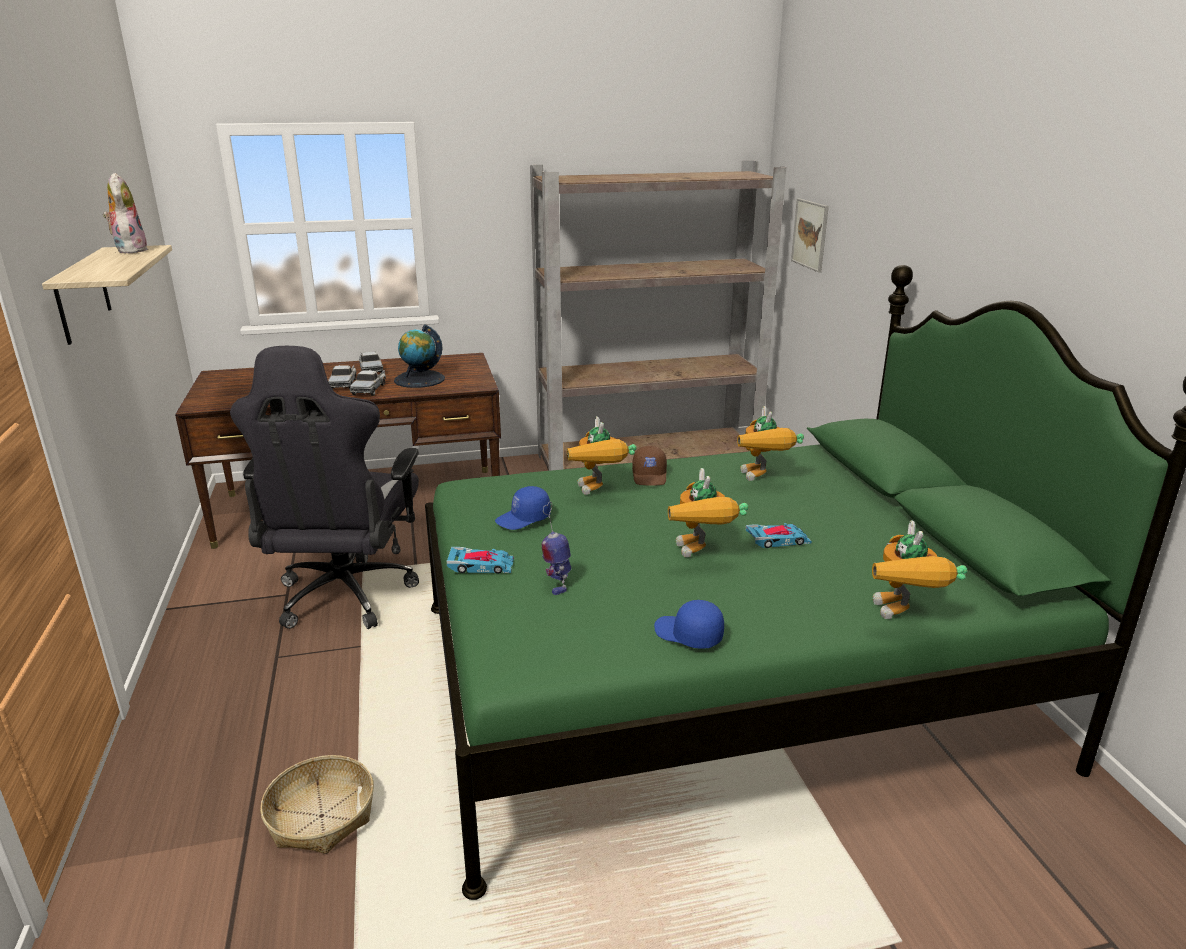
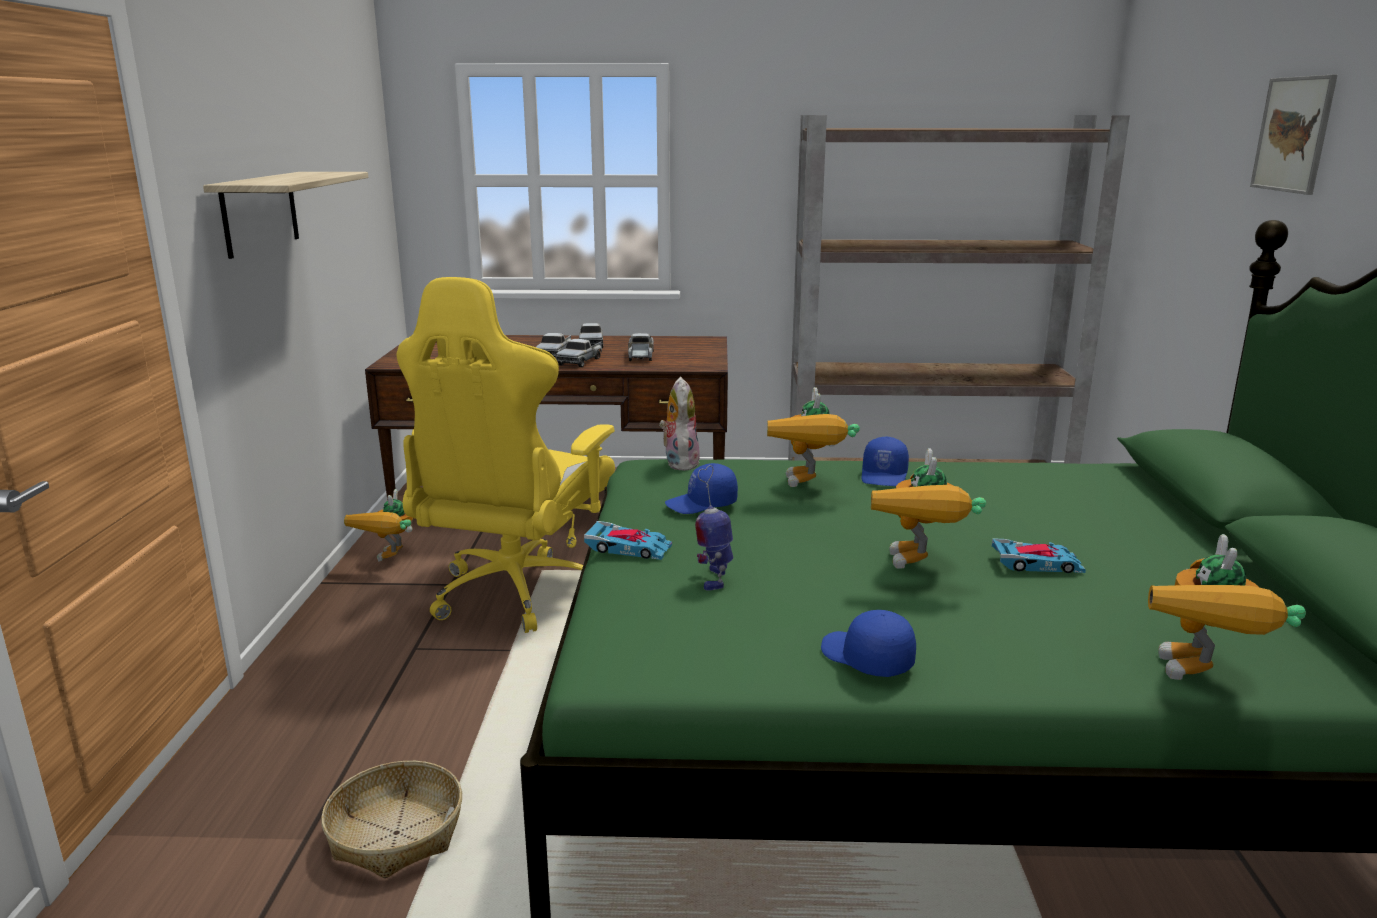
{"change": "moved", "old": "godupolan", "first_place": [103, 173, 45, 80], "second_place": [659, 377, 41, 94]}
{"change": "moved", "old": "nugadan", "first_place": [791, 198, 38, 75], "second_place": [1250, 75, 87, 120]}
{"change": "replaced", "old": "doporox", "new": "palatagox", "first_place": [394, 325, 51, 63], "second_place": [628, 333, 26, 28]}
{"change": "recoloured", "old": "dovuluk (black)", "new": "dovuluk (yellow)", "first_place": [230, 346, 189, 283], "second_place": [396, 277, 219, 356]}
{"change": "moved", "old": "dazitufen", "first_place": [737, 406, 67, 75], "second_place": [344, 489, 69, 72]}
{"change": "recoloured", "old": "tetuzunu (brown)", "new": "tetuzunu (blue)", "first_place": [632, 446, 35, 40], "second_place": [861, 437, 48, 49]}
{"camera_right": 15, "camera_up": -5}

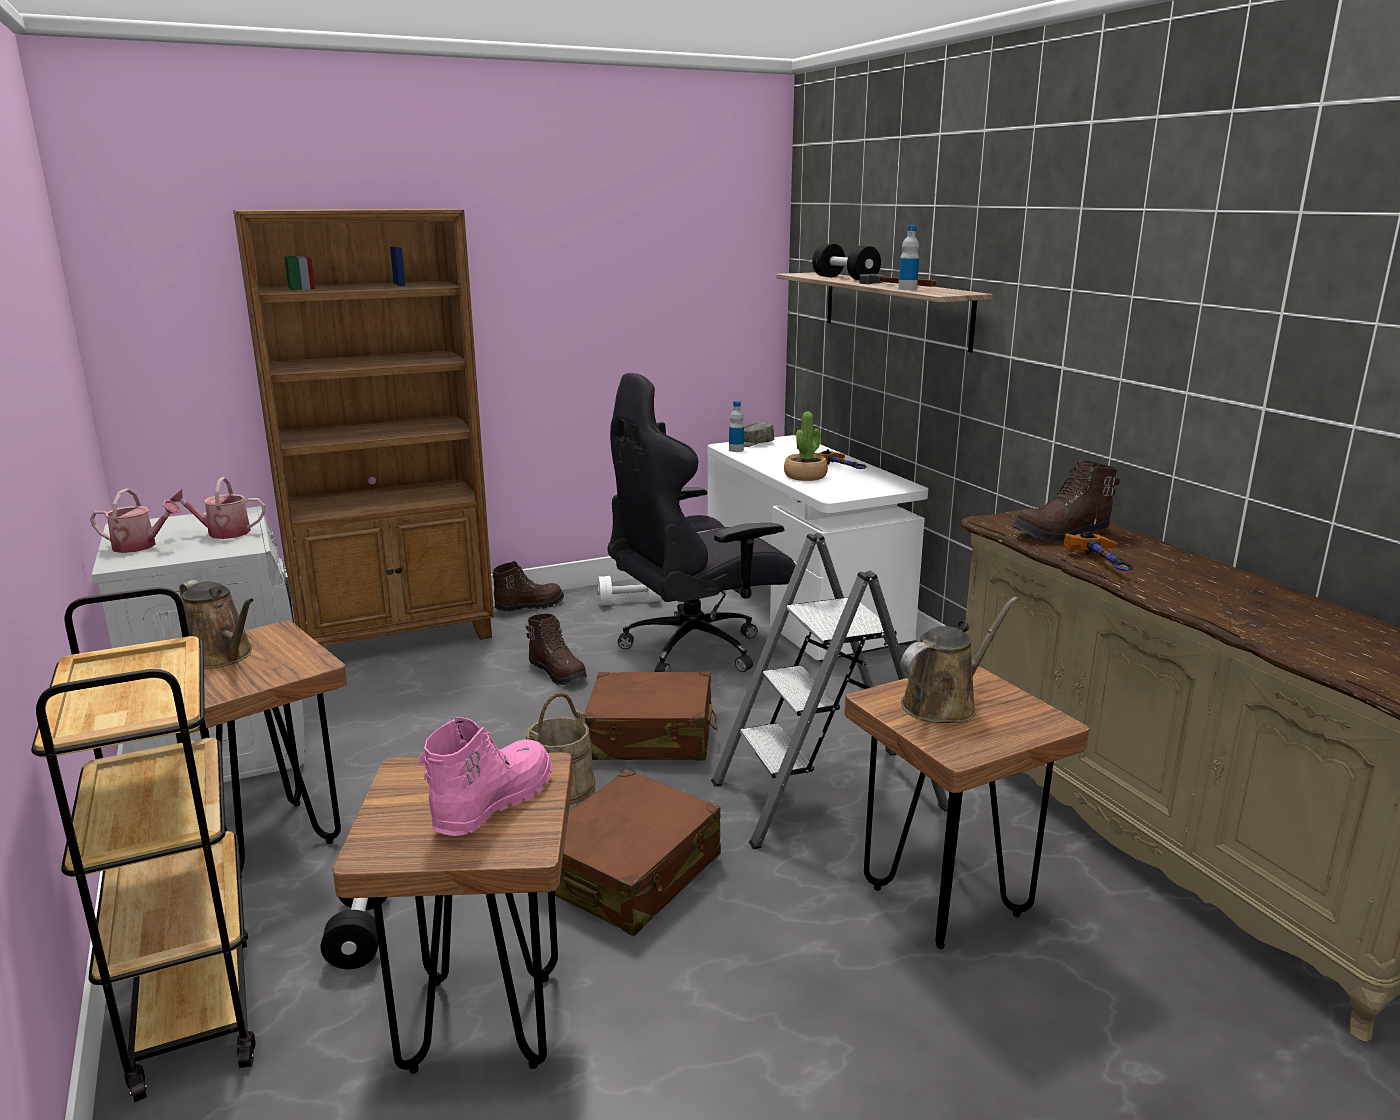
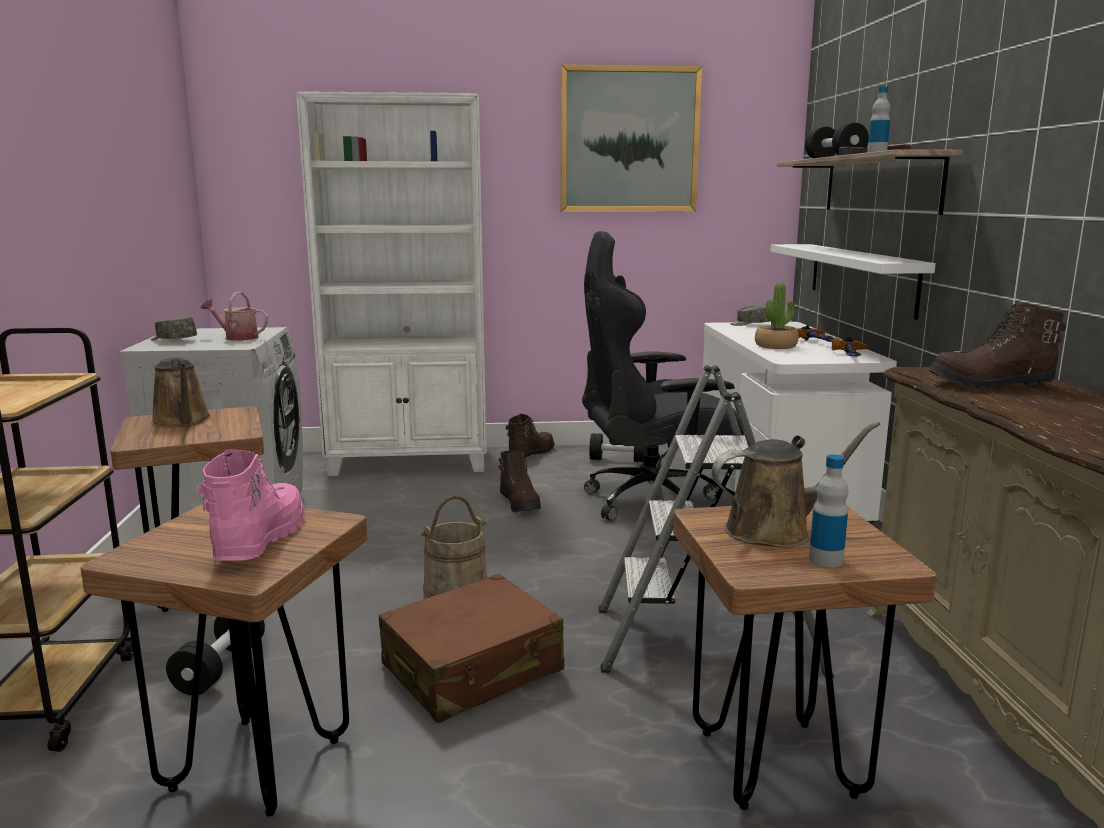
{"change": "recoloured", "old": "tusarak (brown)", "new": "tusarak (white)", "first_place": [233, 208, 261, 438], "second_place": [296, 91, 190, 385]}
{"change": "moved", "old": "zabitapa", "first_place": [729, 401, 15, 51], "second_place": [809, 454, 39, 113]}
{"change": "replaced", "old": "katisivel", "new": "tetuzunu (grey)", "first_place": [90, 489, 91, 64], "second_place": [151, 317, 46, 24]}
{"change": "moved", "old": "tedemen", "first_place": [1064, 531, 70, 40], "second_place": [832, 337, 35, 19]}
{"change": "turned", "old": "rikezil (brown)", "first_place": [492, 561, 72, 50], "second_place": [506, 414, 49, 44], "degrees": -45}
{"change": "recoloured", "old": "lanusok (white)", "new": "lanusok (black)", "first_place": [597, 576, 64, 29], "second_place": [589, 433, 57, 29]}
{"change": "removed", "old": "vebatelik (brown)", "first_place": [585, 671, 133, 89]}
{"change": "turned", "old": "rikezil (pink)", "first_place": [419, 717, 134, 119], "second_place": [197, 450, 108, 111], "degrees": -45}
{"change": "added", "new": "nugadan", "second_place": [560, 64, 142, 148]}
{"change": "added", "new": "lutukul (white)", "second_place": [770, 244, 166, 76]}
{"camera_right": 20, "camera_up": -5}

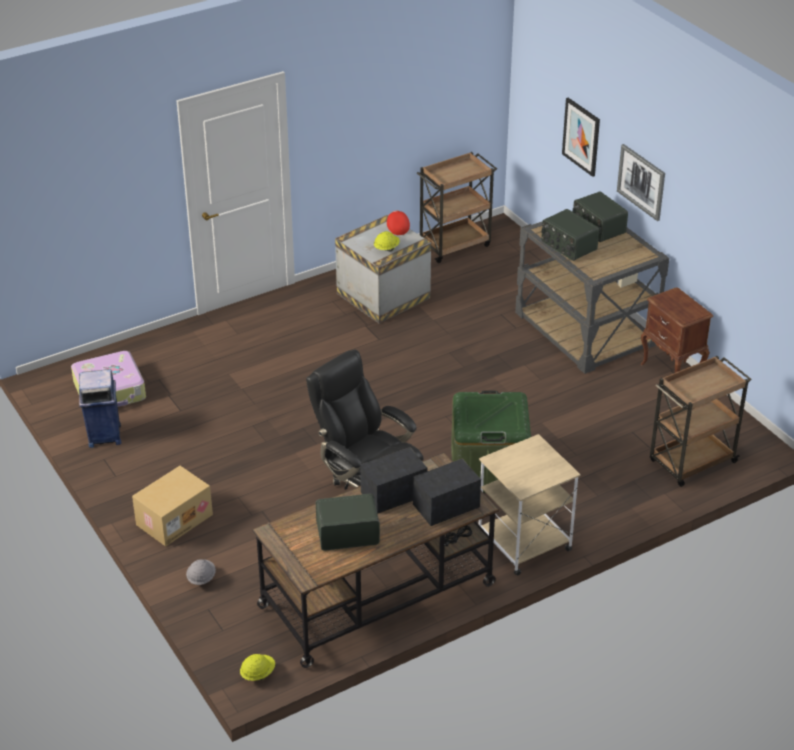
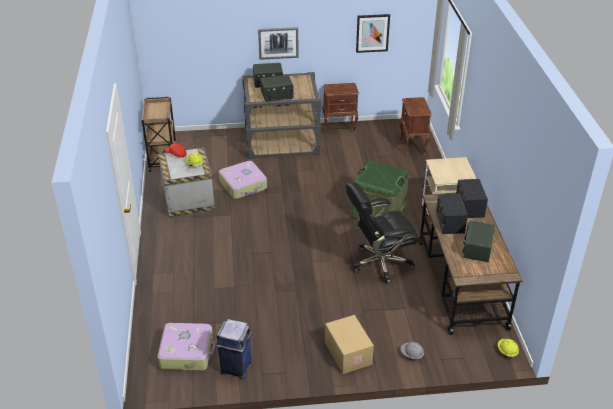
{"change": "moved", "old": "nugadan", "first_place": [562, 98, 38, 79], "second_place": [356, 14, 34, 39]}
{"change": "replaced", "old": "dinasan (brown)", "new": "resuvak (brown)", "first_place": [650, 356, 102, 131], "second_place": [399, 97, 33, 60]}
{"change": "added", "new": "vebatelik", "second_place": [219, 161, 48, 38]}
{"camera_right": -65, "camera_up": 0}

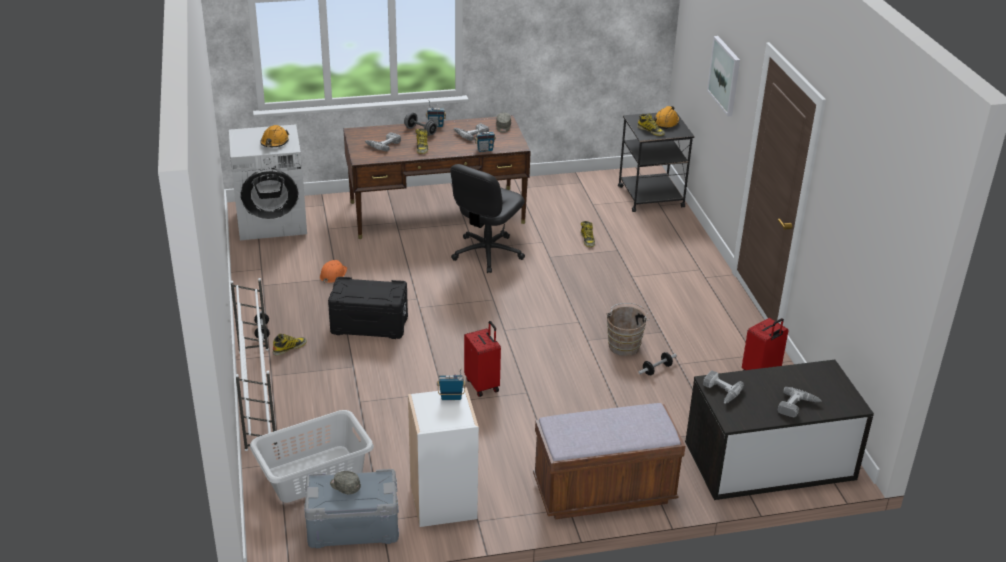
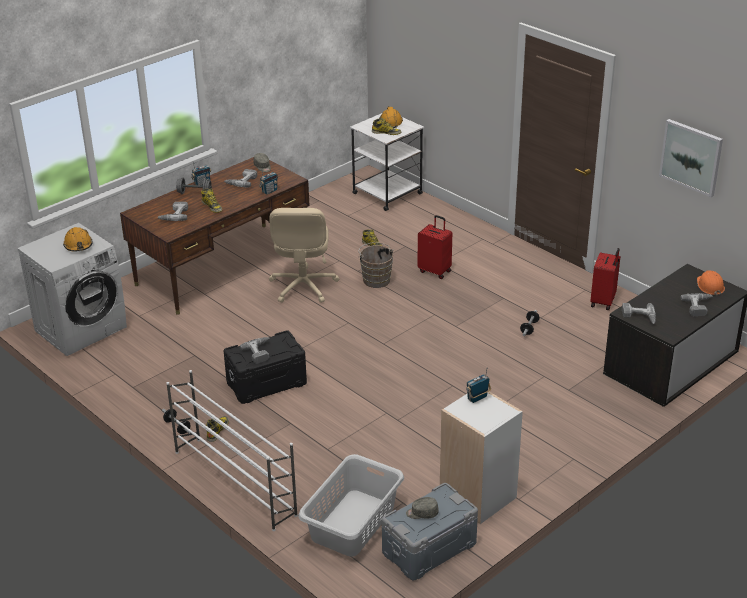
{"change": "moved", "old": "nugadan", "first_place": [707, 36, 33, 80], "second_place": [659, 119, 64, 78]}
{"change": "recoloured", "old": "dinasan (black)", "new": "dinasan (white)", "first_place": [618, 111, 76, 101], "second_place": [350, 113, 74, 98]}
{"change": "recoloured", "old": "dovuluk (black)", "new": "dovuluk (beige)", "first_place": [450, 164, 75, 109], "second_place": [269, 208, 70, 95]}
{"change": "moved", "old": "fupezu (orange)", "first_place": [320, 260, 27, 23], "second_place": [697, 270, 28, 26]}
{"change": "moved", "old": "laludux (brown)", "first_place": [606, 303, 44, 53], "second_place": [358, 242, 36, 46]}
{"change": "moved", "old": "vebatelik (red)", "first_place": [464, 321, 37, 76], "second_place": [418, 215, 34, 64]}
{"change": "removed", "old": "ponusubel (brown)", "first_place": [533, 403, 152, 116]}
{"change": "added", "new": "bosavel", "second_place": [240, 337, 29, 27]}
{"camera_right": -30, "camera_up": 0}

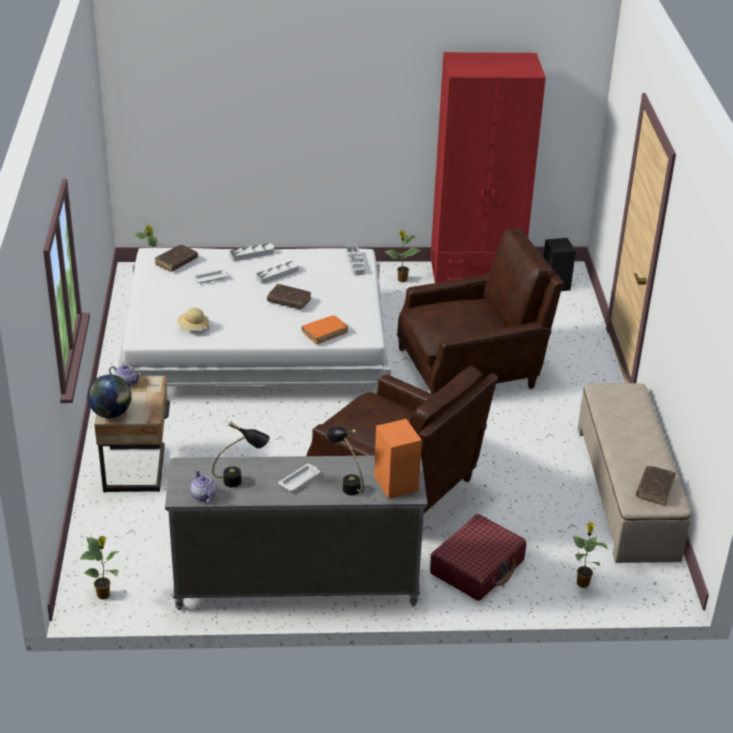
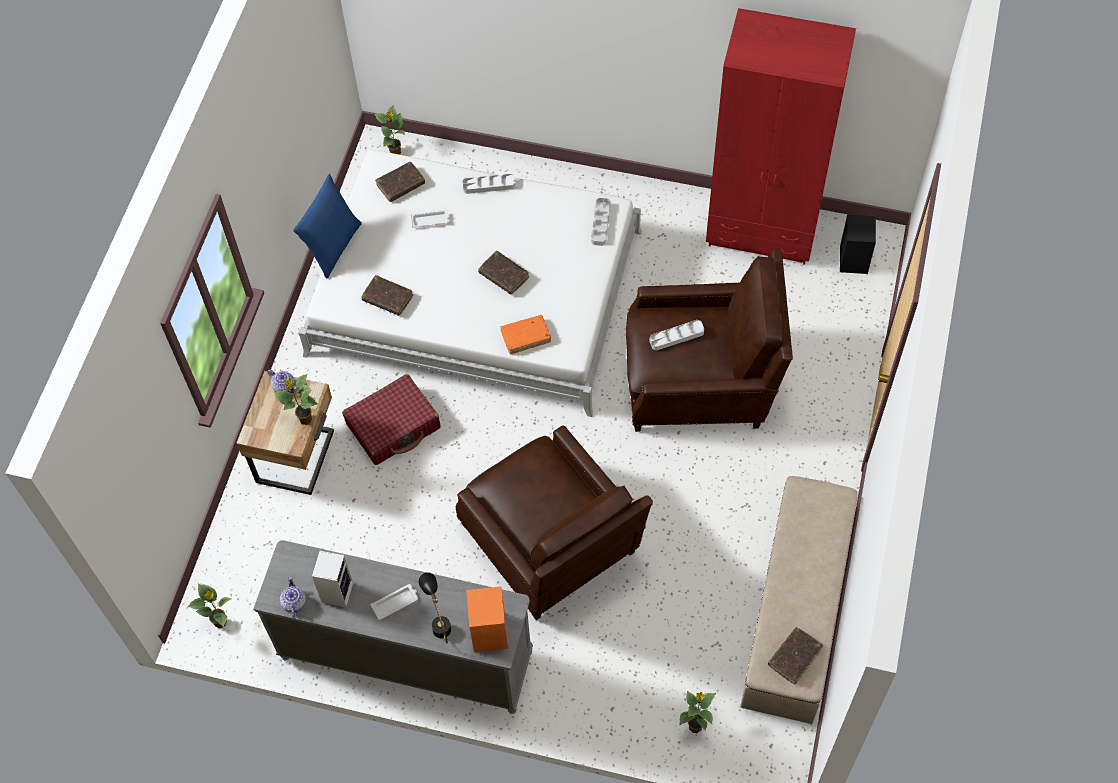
{"change": "moved", "old": "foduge", "first_place": [385, 230, 36, 52], "second_place": [274, 374, 44, 51]}
{"change": "moved", "old": "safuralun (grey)", "first_place": [256, 261, 43, 23], "second_place": [649, 320, 55, 30]}
{"change": "replaced", "old": "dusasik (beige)", "new": "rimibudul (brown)", "first_place": [177, 308, 32, 23], "second_place": [361, 275, 52, 41]}
{"change": "removed", "old": "doporox", "first_place": [87, 374, 45, 44]}
{"change": "replaced", "old": "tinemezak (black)", "new": "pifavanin", "first_place": [212, 422, 58, 65], "second_place": [312, 551, 42, 56]}
{"change": "moved", "old": "vebatelik (red)", "first_place": [430, 514, 96, 87], "second_place": [342, 374, 98, 91]}
{"change": "added", "new": "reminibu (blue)", "second_place": [293, 174, 69, 105]}
{"camera_right": 20, "camera_up": 25}

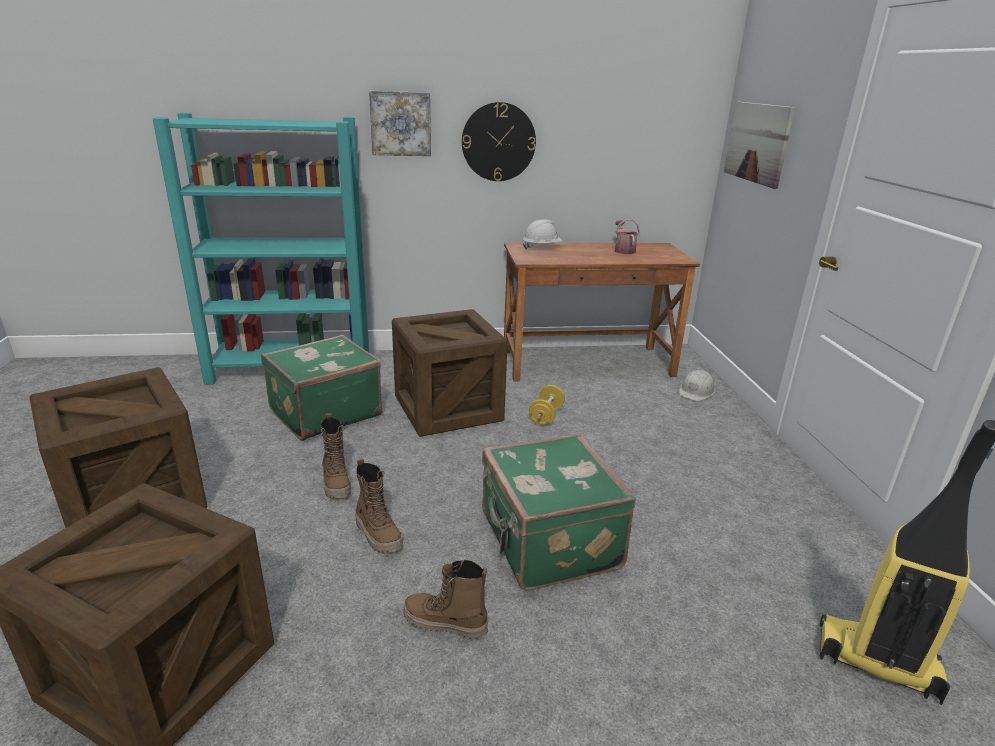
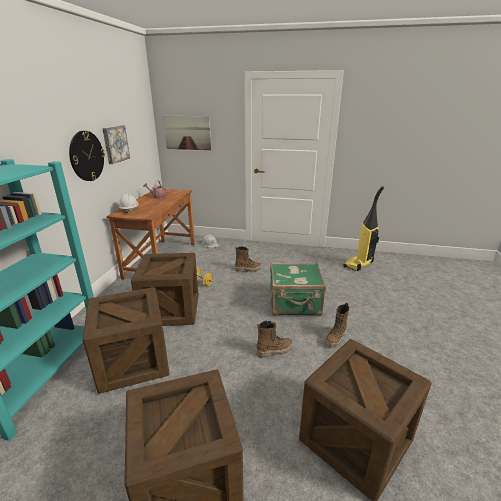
{"change": "moved", "old": "nugadan", "first_place": [369, 91, 62, 65], "second_place": [102, 125, 28, 39]}
{"change": "replaced", "old": "vebatelik (green)", "new": "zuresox", "first_place": [261, 334, 121, 107], "second_place": [83, 287, 86, 107]}
{"change": "moved", "old": "rikezil", "first_place": [320, 413, 31, 86], "second_place": [235, 246, 26, 26]}
{"camera_right": -70, "camera_up": 0}

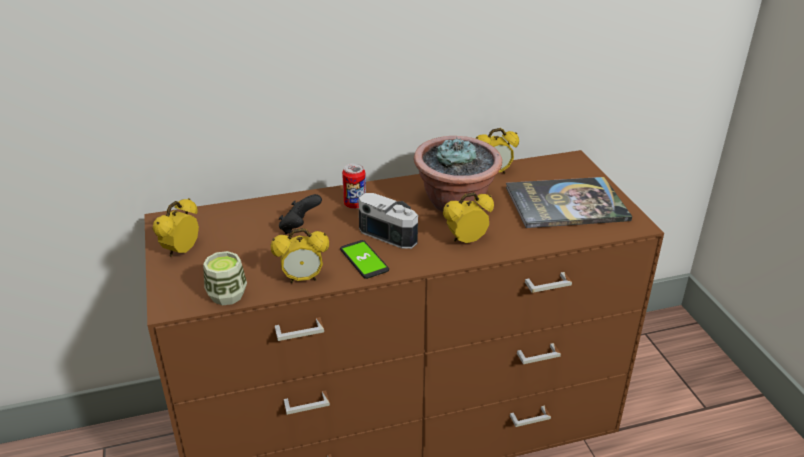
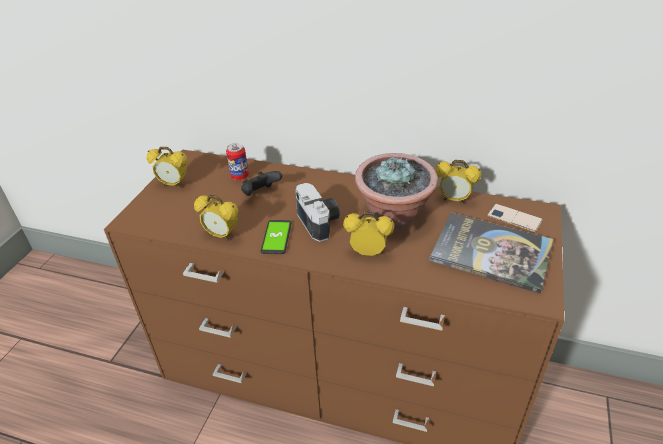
{"change": "moved", "old": "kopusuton", "first_place": [342, 163, 24, 46], "second_place": [226, 143, 23, 37]}
{"change": "turned", "old": "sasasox", "first_place": [153, 198, 46, 59], "second_place": [147, 147, 41, 41], "degrees": -135}
{"change": "removed", "old": "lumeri", "first_place": [203, 251, 44, 54]}
{"change": "added", "new": "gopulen", "second_place": [487, 204, 56, 28]}
{"camera_right": 35, "camera_up": 5}

